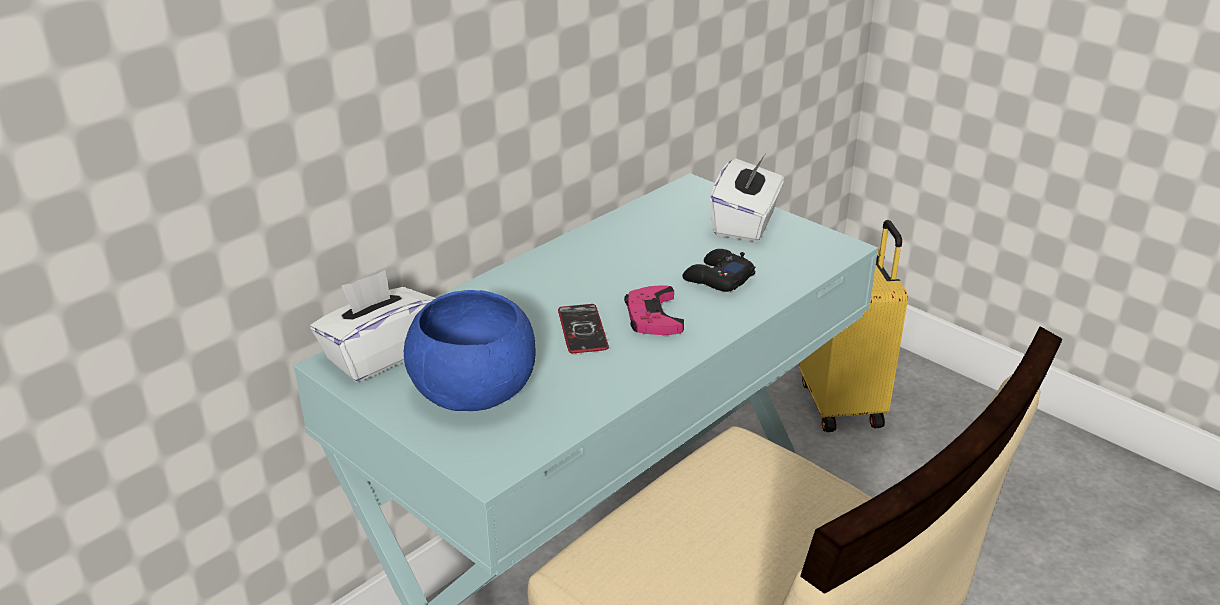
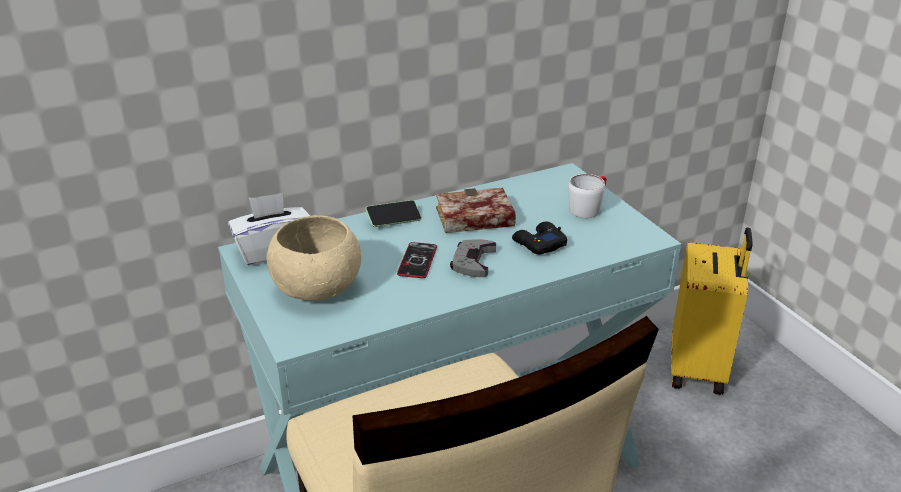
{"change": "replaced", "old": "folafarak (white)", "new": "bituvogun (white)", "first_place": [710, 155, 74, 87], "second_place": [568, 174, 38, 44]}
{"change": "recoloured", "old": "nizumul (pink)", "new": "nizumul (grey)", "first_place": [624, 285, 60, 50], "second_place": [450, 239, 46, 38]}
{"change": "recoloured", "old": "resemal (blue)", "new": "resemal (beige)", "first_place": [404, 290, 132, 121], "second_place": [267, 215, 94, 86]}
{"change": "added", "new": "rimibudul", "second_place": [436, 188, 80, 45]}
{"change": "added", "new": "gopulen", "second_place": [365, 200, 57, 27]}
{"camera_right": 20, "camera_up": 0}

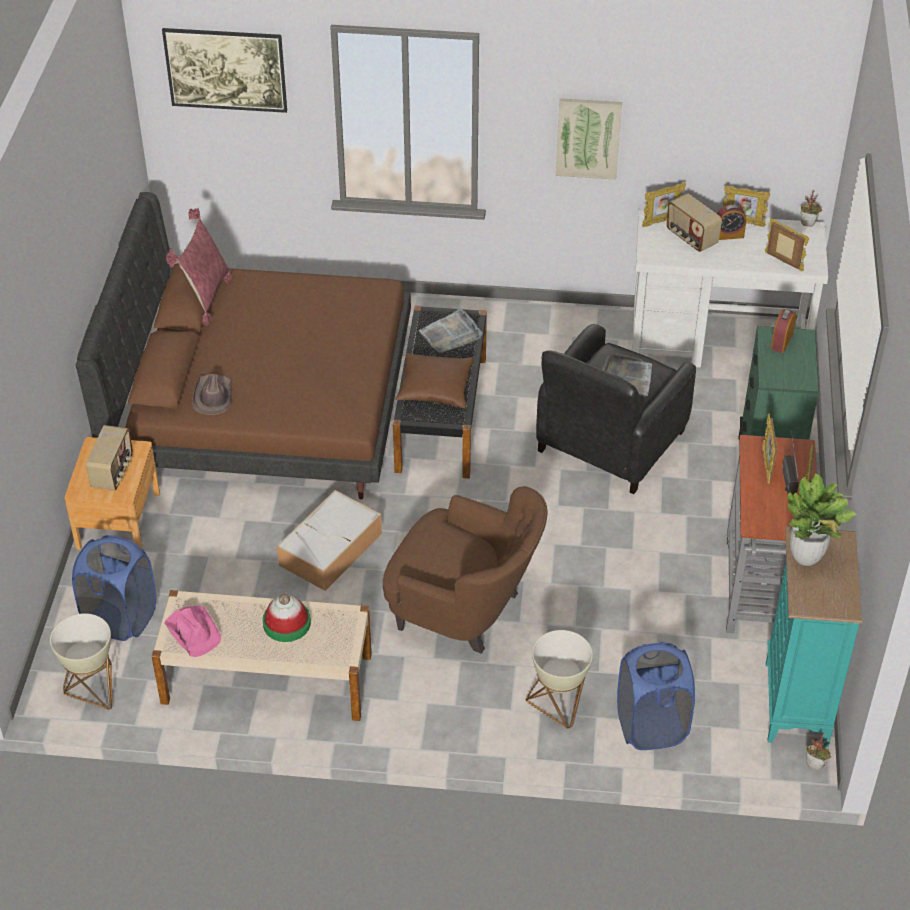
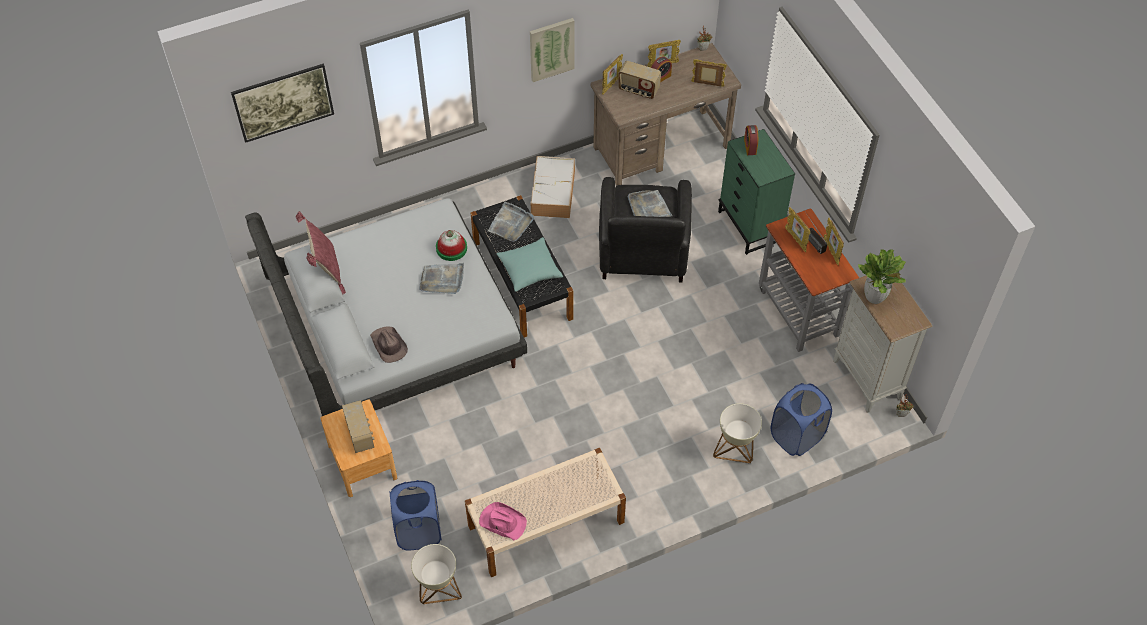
{"change": "recoloured", "old": "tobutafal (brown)", "new": "tobutafal (grey)", "first_place": [76, 192, 335, 307], "second_place": [245, 198, 282, 218]}
{"change": "recoloured", "old": "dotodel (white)", "new": "dotodel (brown)", "first_place": [632, 211, 196, 157], "second_place": [591, 43, 150, 143]}
{"change": "recoloured", "old": "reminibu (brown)", "new": "reminibu (turquoise)", "first_place": [396, 353, 78, 56], "second_place": [497, 237, 66, 55]}
{"change": "removed", "old": "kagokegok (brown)", "first_place": [383, 486, 164, 168]}
{"change": "moved", "old": "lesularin", "first_place": [277, 490, 105, 101], "second_place": [531, 156, 44, 62]}
{"change": "recoloured", "old": "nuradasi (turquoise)", "new": "nuradasi (white)", "first_place": [766, 526, 96, 221], "second_place": [833, 271, 100, 142]}
{"change": "moved", "old": "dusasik", "first_place": [262, 594, 49, 48], "second_place": [436, 230, 31, 31]}
{"change": "added", "new": "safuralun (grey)", "second_place": [419, 263, 45, 31]}
{"camera_right": -30, "camera_up": 10}

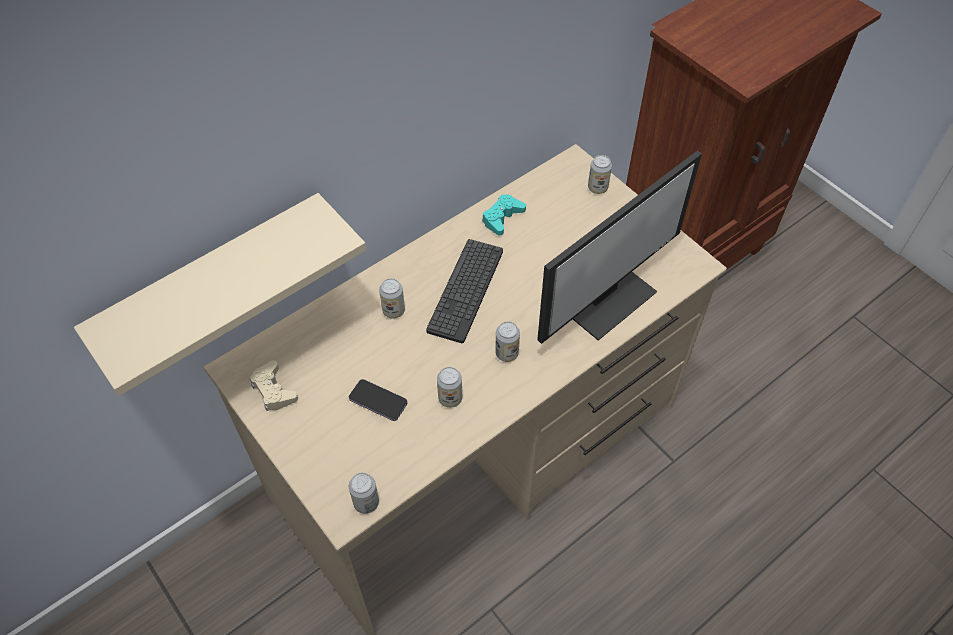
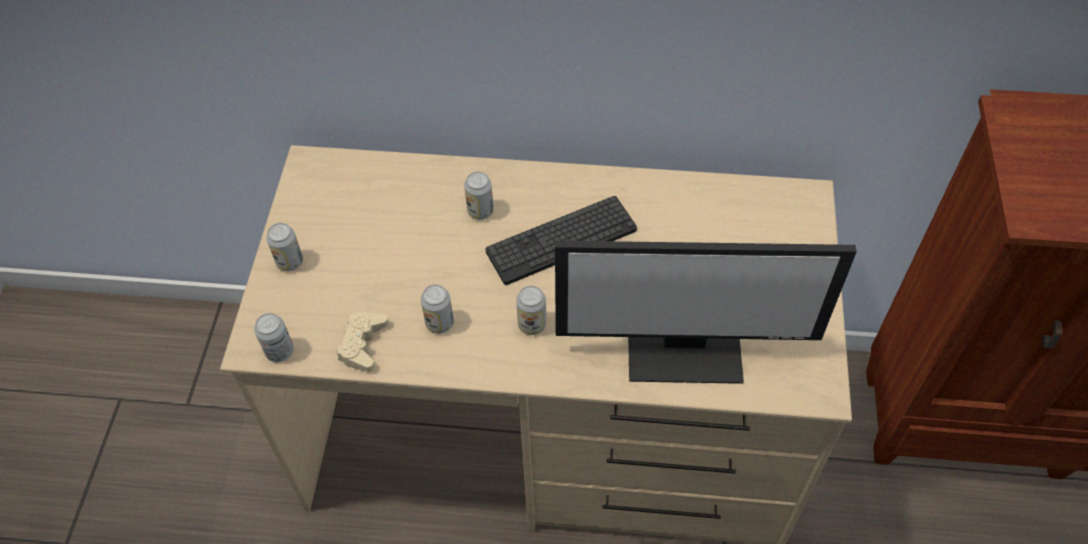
{"change": "moved", "old": "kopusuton", "first_place": [588, 155, 24, 39], "second_place": [266, 223, 37, 48]}
{"change": "removed", "old": "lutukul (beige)", "first_place": [74, 193, 292, 203]}
{"change": "removed", "old": "nizumul (turquoise)", "first_place": [482, 194, 44, 41]}
{"change": "moved", "old": "nizumul (beige)", "first_place": [250, 360, 48, 51], "second_place": [337, 312, 52, 60]}
{"change": "removed", "old": "gopulen", "first_place": [349, 379, 59, 42]}
{"camera_right": 45, "camera_up": 0}

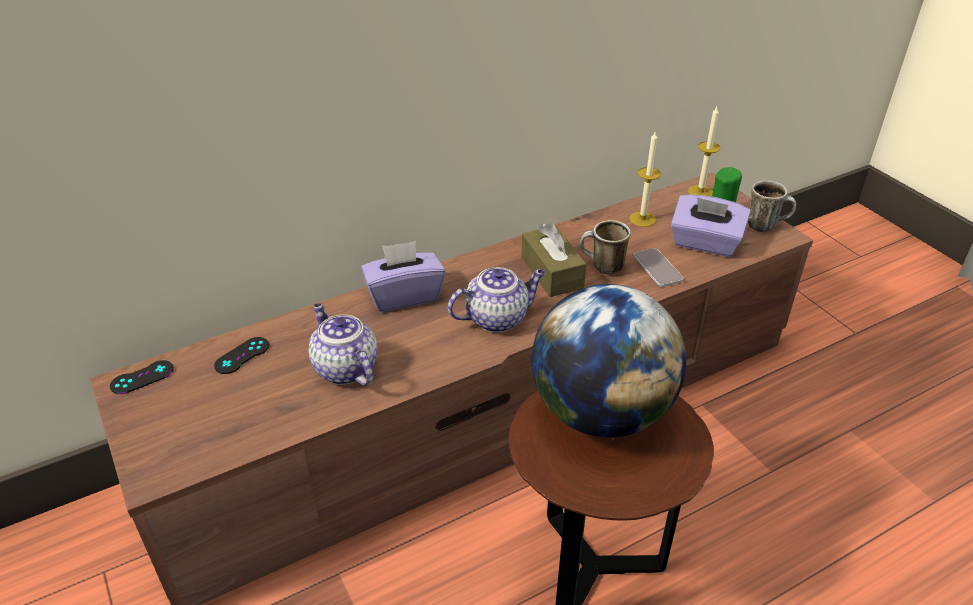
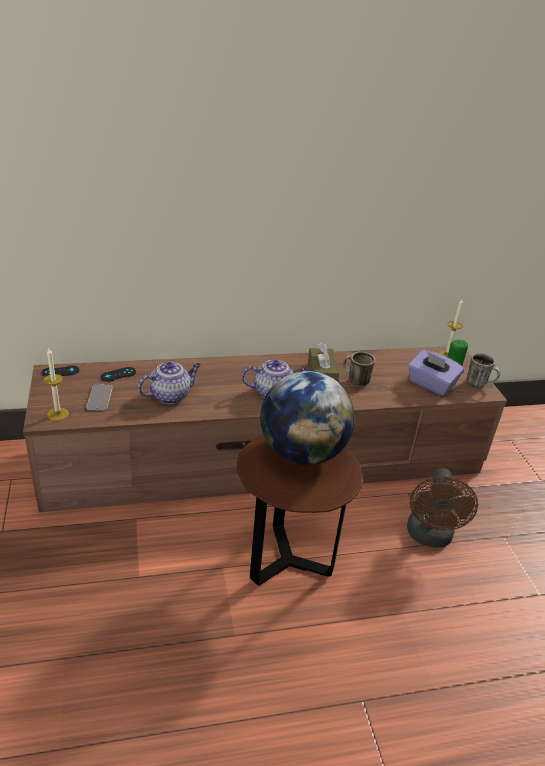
{"change": "moved", "old": "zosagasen", "first_place": [630, 132, 31, 95], "second_place": [44, 348, 25, 73]}
{"change": "removed", "old": "folafarak (purple)", "first_place": [361, 241, 84, 71]}
{"change": "moved", "old": "gopulen", "first_place": [633, 248, 51, 39], "second_place": [87, 384, 26, 26]}
{"change": "turned", "old": "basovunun", "first_place": [309, 303, 69, 83], "second_place": [138, 362, 63, 42], "degrees": 75}
{"change": "added", "new": "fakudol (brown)", "second_place": [407, 468, 71, 80]}
{"camera_right": 15, "camera_up": -5}

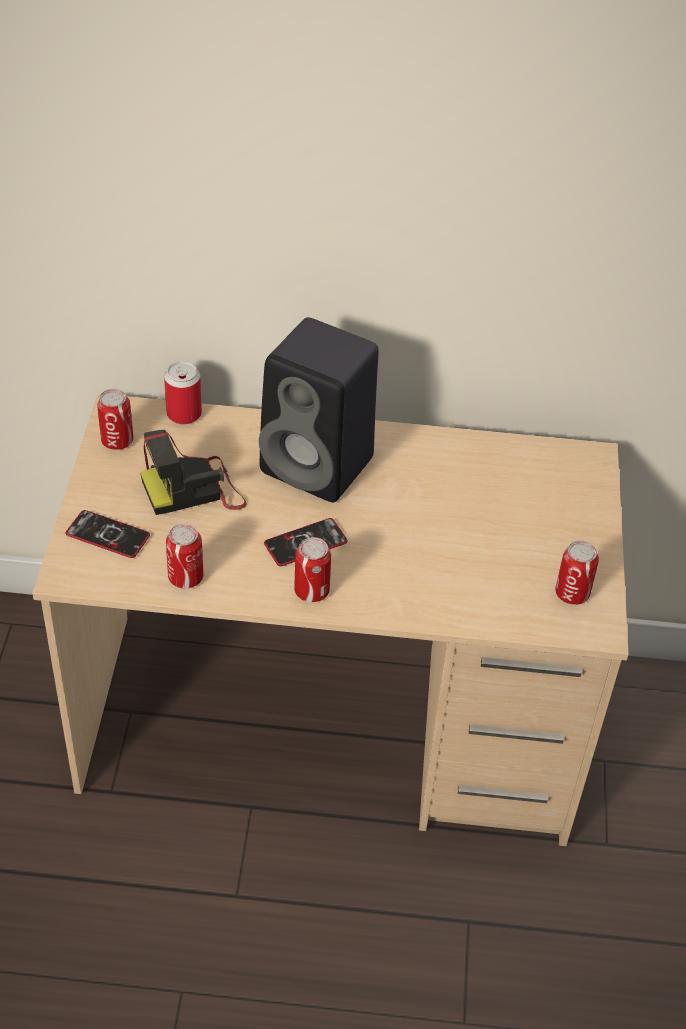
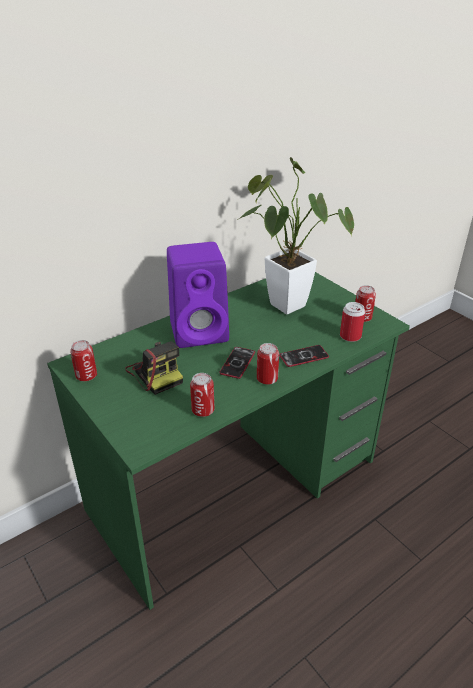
{"change": "recoloured", "old": "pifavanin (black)", "new": "pifavanin (purple)", "first_place": [259, 317, 120, 186], "second_place": [167, 242, 62, 106]}
{"change": "moved", "old": "kopusuton", "first_place": [164, 361, 38, 63], "second_place": [340, 302, 25, 40]}
{"change": "recoloured", "old": "dotodel (beige)", "new": "dotodel (green)", "first_place": [32, 393, 597, 453], "second_place": [47, 272, 363, 338]}
{"change": "turned", "old": "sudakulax", "first_place": [140, 430, 106, 85], "second_place": [125, 341, 58, 54], "degrees": -60}
{"change": "moved", "old": "gopulen", "first_place": [66, 510, 84, 48], "second_place": [279, 345, 50, 22]}
{"change": "added", "new": "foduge", "second_place": [237, 157, 117, 157]}
{"camera_right": -40, "camera_up": -10}

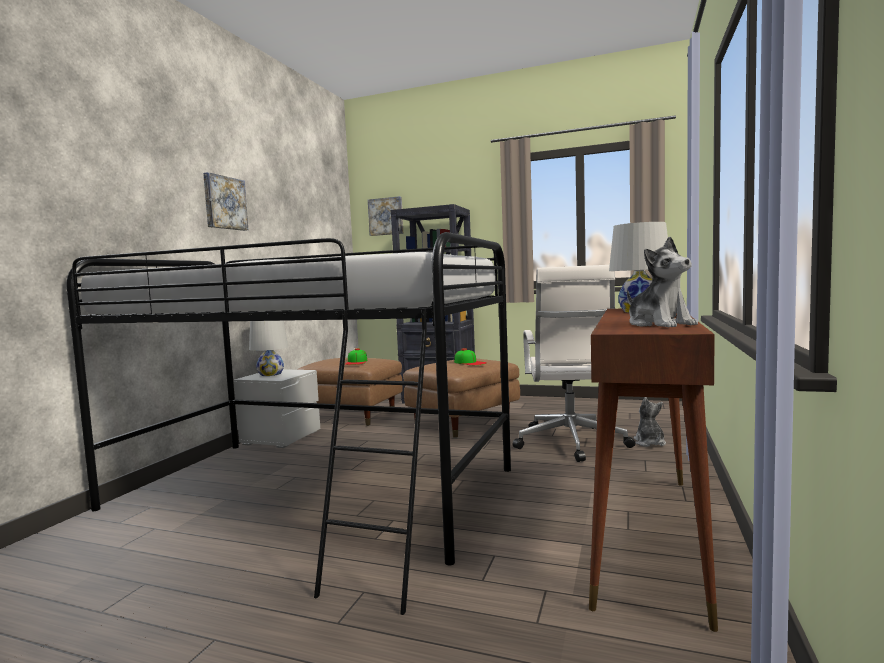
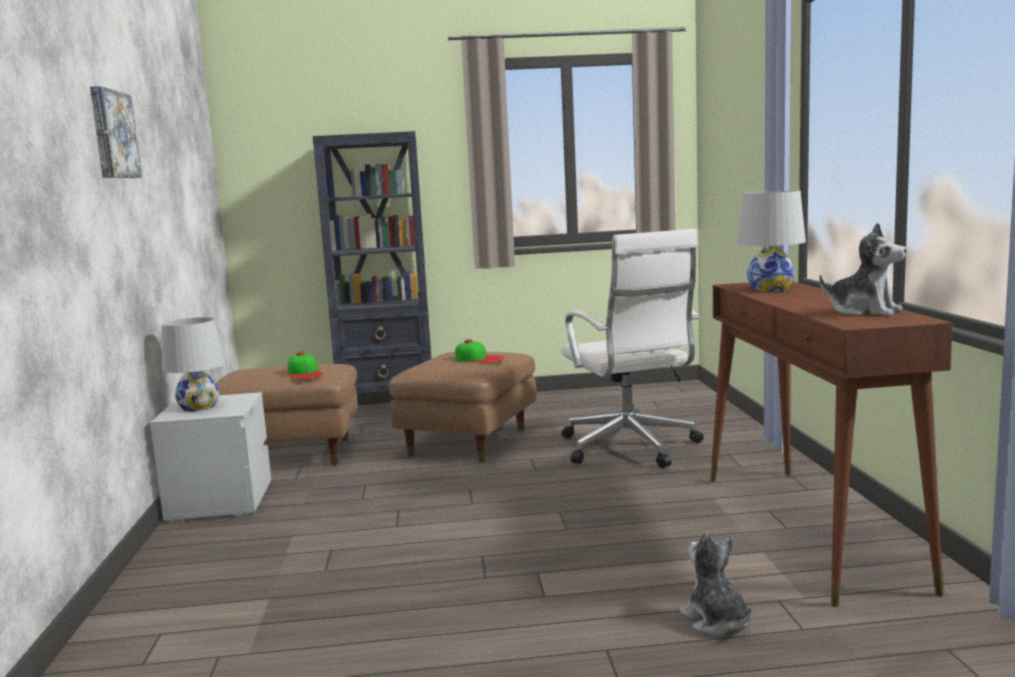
{"change": "removed", "old": "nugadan", "first_place": [368, 196, 35, 40]}
{"change": "removed", "old": "tobutafal (black)", "first_place": [66, 232, 445, 383]}
{"change": "moved", "old": "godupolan", "first_place": [634, 397, 32, 50], "second_place": [680, 531, 71, 105]}
{"camera_right": -25, "camera_up": 5}

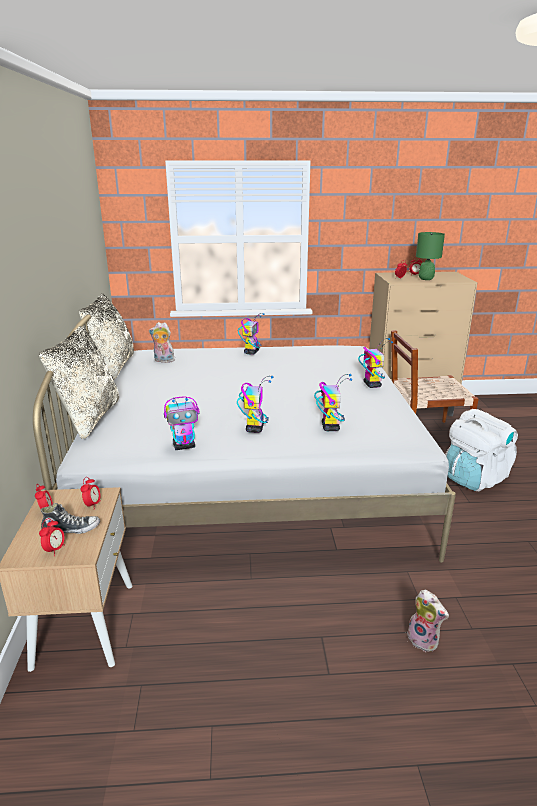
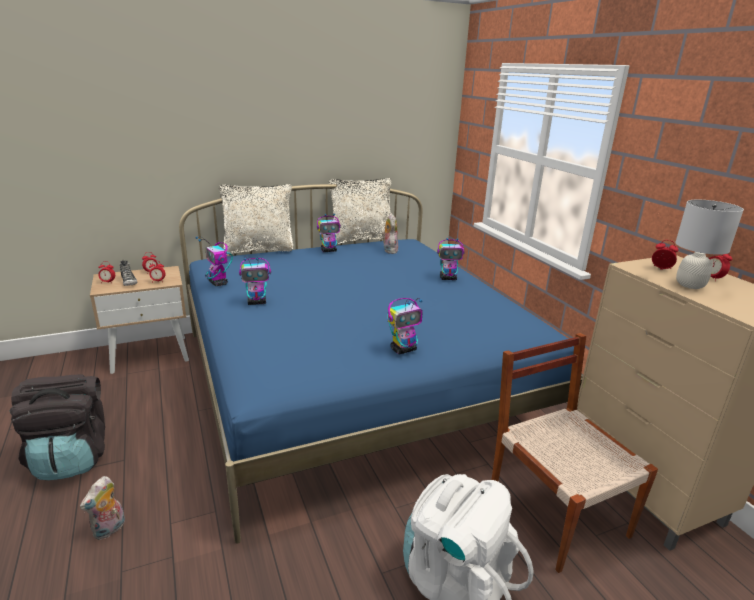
{"change": "recoloured", "old": "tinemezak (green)", "new": "tinemezak (grey)", "first_place": [416, 232, 29, 48], "second_place": [675, 200, 69, 89]}
{"change": "recoloured", "old": "tobutafal (white)", "new": "tobutafal (blue)", "first_place": [33, 314, 423, 248], "second_place": [179, 184, 404, 359]}
{"change": "moved", "old": "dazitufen", "first_place": [314, 374, 39, 57], "second_place": [317, 214, 24, 38]}
{"change": "added", "new": "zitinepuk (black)", "second_place": [10, 375, 95, 105]}
{"camera_right": 70, "camera_up": 0}

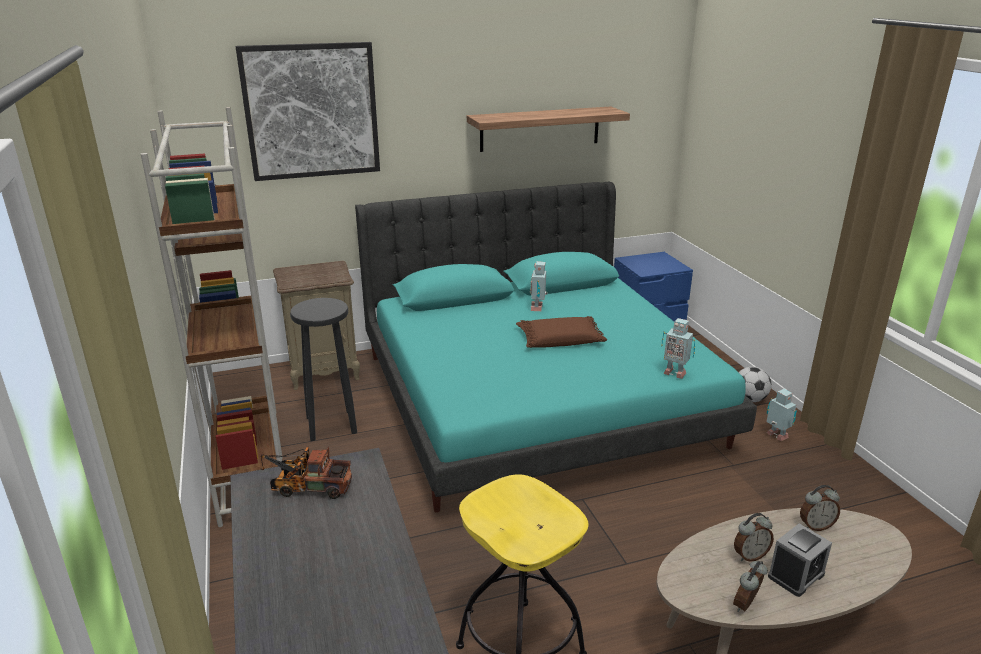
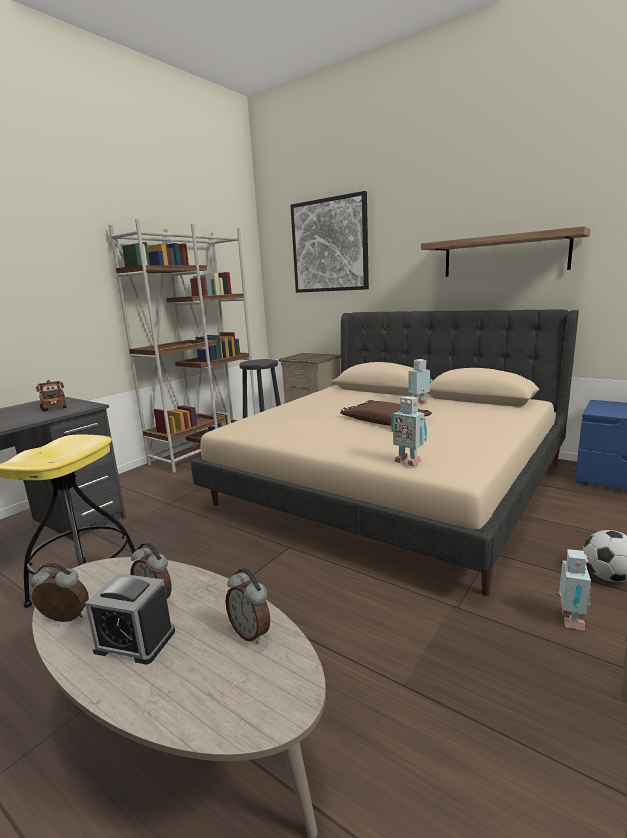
{"change": "recoloured", "old": "tobutafal (turquoise)", "new": "tobutafal (beige)", "first_place": [355, 181, 402, 332], "second_place": [191, 309, 388, 287]}
{"change": "turned", "old": "dazitufen", "first_place": [661, 318, 34, 61], "second_place": [391, 396, 36, 70], "degrees": -45}
{"camera_right": 55, "camera_up": -10}

